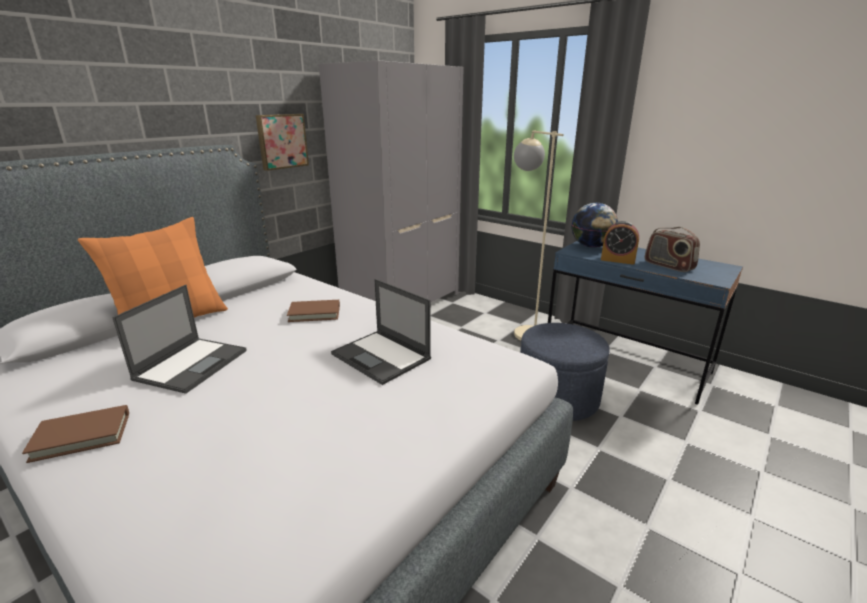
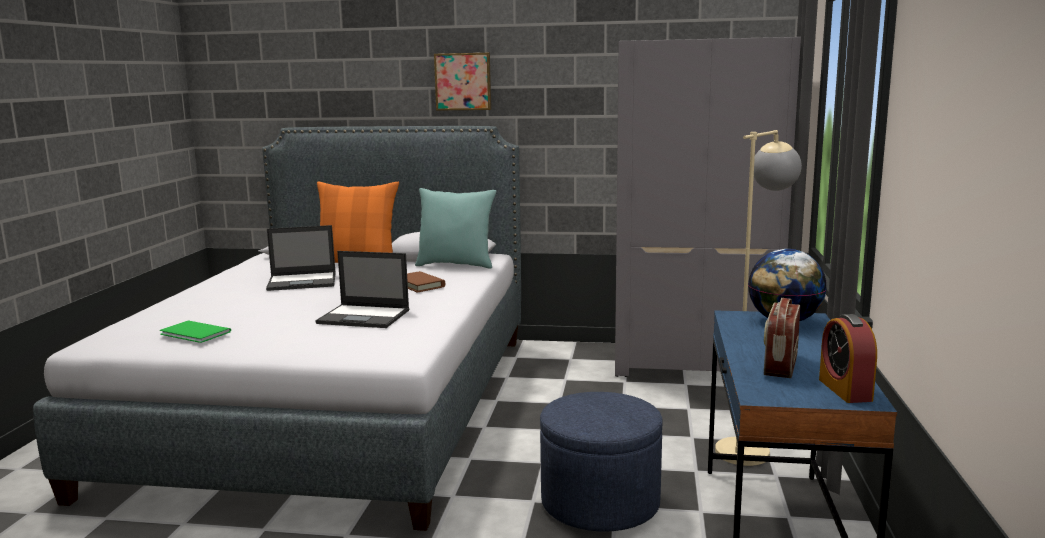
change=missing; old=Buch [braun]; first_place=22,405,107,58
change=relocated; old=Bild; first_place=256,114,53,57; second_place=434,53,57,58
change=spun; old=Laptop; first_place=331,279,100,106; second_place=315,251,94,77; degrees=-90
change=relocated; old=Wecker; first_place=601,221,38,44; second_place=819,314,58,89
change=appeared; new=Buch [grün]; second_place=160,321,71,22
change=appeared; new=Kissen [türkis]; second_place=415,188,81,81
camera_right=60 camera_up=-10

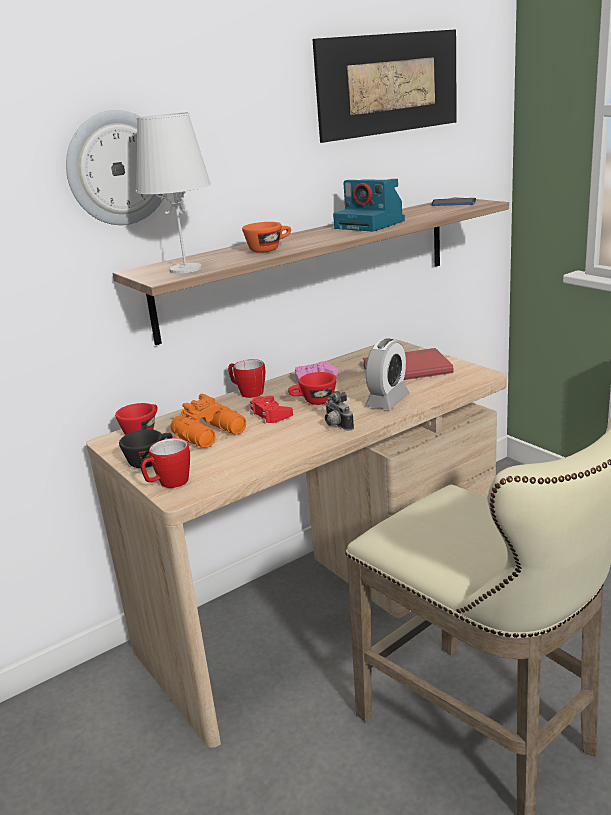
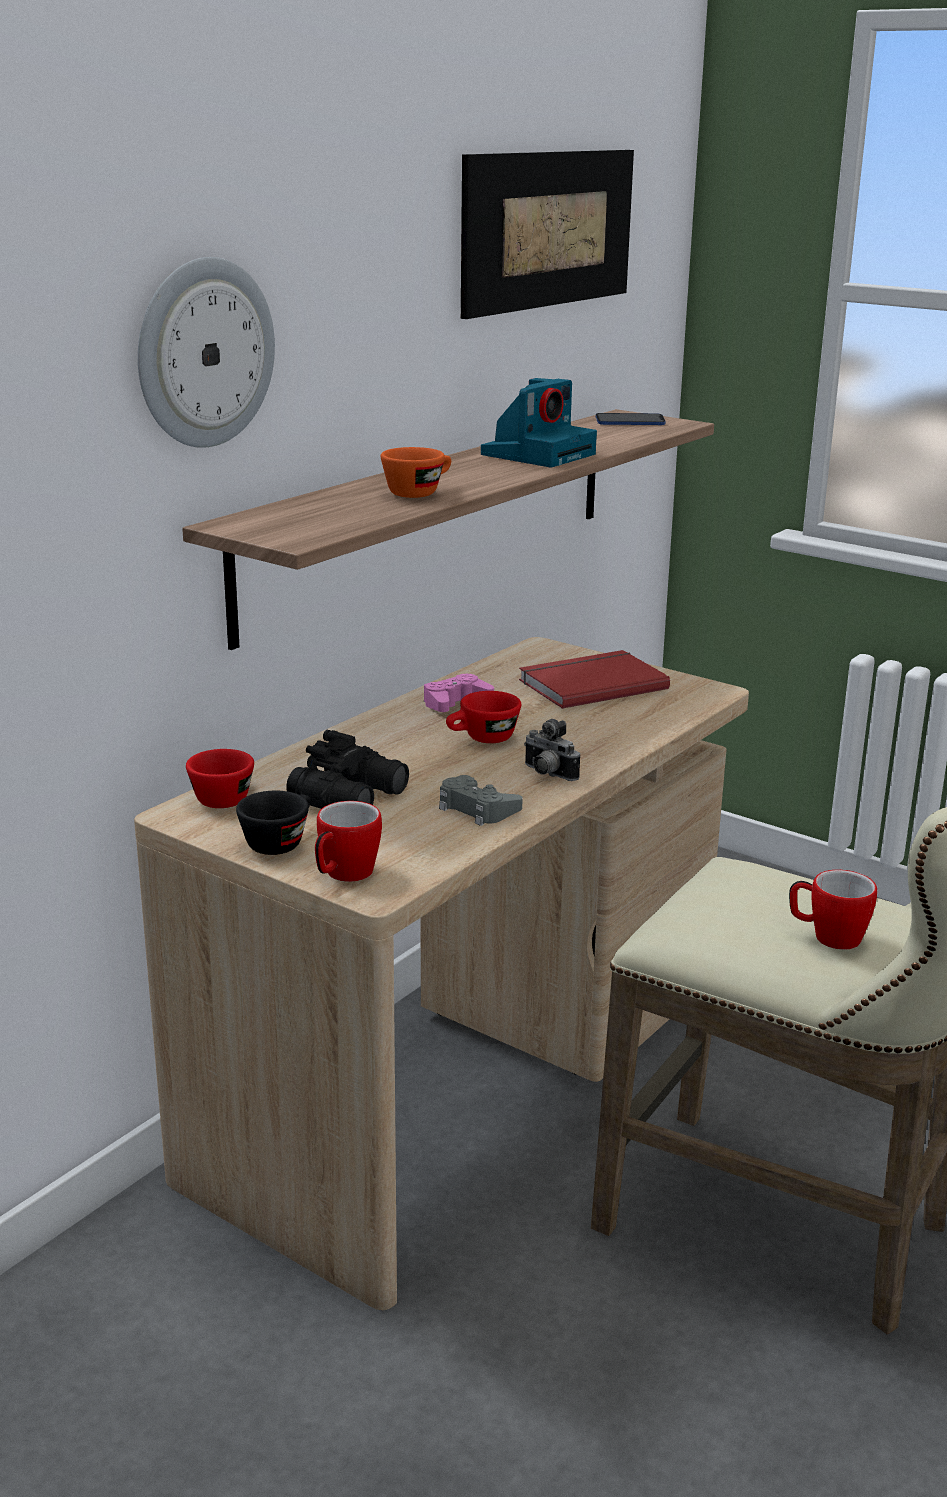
change=missing; old=Tischlampe [weiß]; first_place=136,112,75,161
change=colour; old=Fernglas [orange]; new=Fernglas [schwarz]; first_place=171,394,75,54; second_place=286,730,123,79
change=relocated; old=Henkelbecher; first_place=228,359,37,39; second_place=789,870,88,80
change=missing; old=Gamepad [rot]; first_place=250,396,43,28
change=spun; old=Kamera; first_place=333,179,72,53; second_place=481,378,116,89; degrees=-75
change=missing; old=Wecker; first_place=365,338,44,71
change=appeared; new=Gamepad [grau]; second_place=439,775,84,51
camera_right=-20 camera_up=0

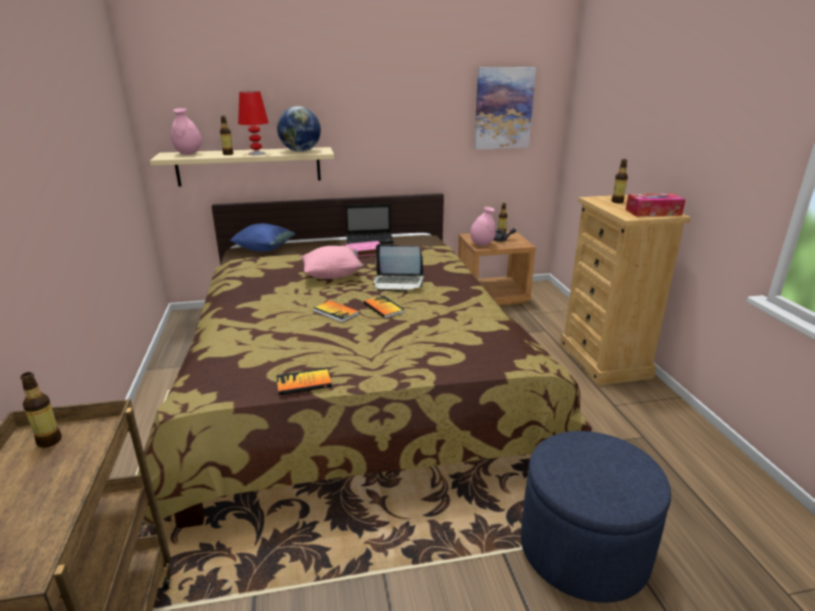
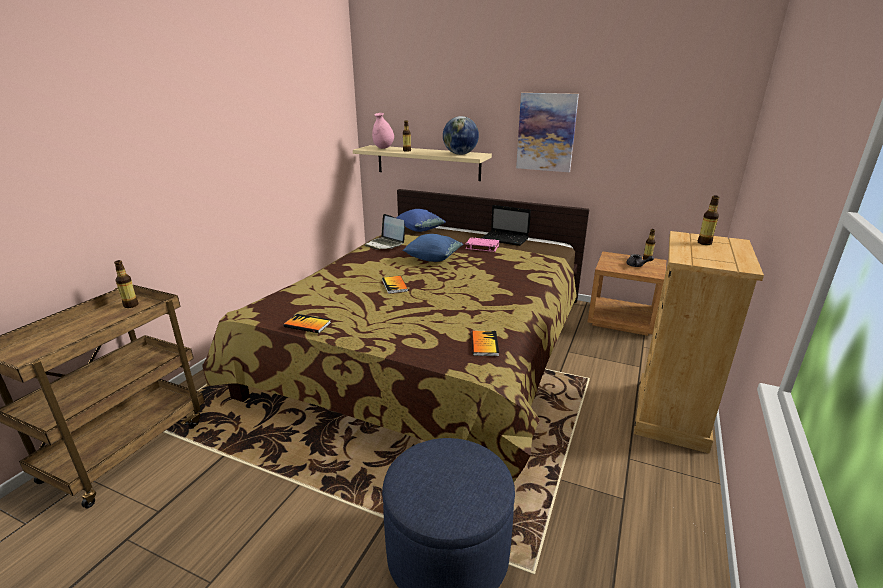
change=missing; old=Tischlampe [rot]; first_place=238,91,31,64
change=colour; old=Kissen [rosa]; new=Kissen [blau]; first_place=301,246,62,33; second_place=403,234,60,28
change=relocated; old=Buch; first_place=364,295,41,23; second_place=472,331,27,25
change=relocated; old=Laptop; first_place=374,244,50,48; second_place=365,214,40,36
change=missing; old=Vase [rosa]; first_place=470,207,26,39
change=relocated; old=Bild; first_place=474,67,62,82; second_place=516,93,63,79
change=missing; old=Taschentuchbox; first_place=625,193,61,24
camera_right=35 camera_up=0

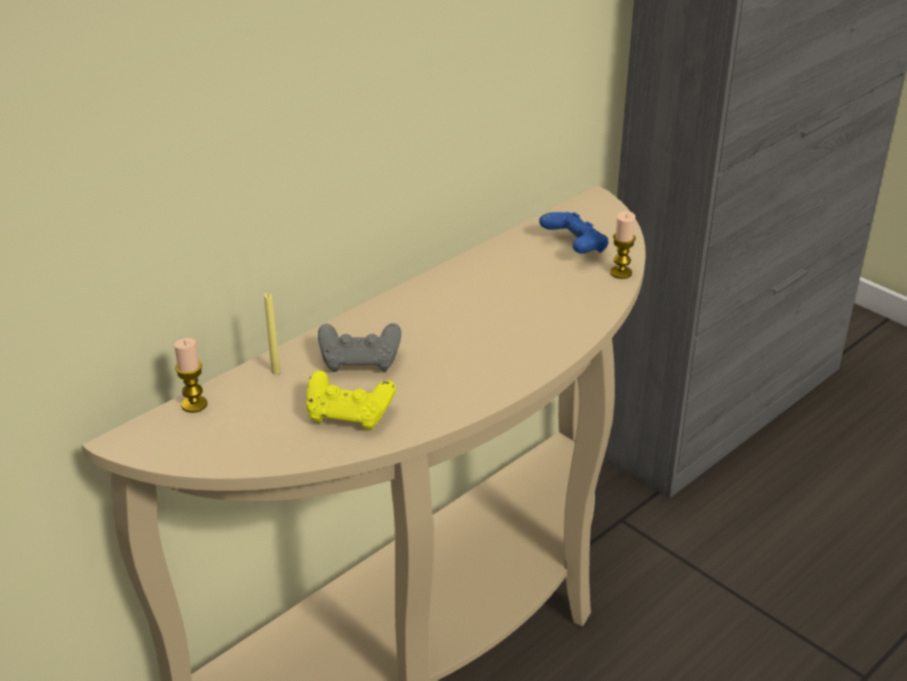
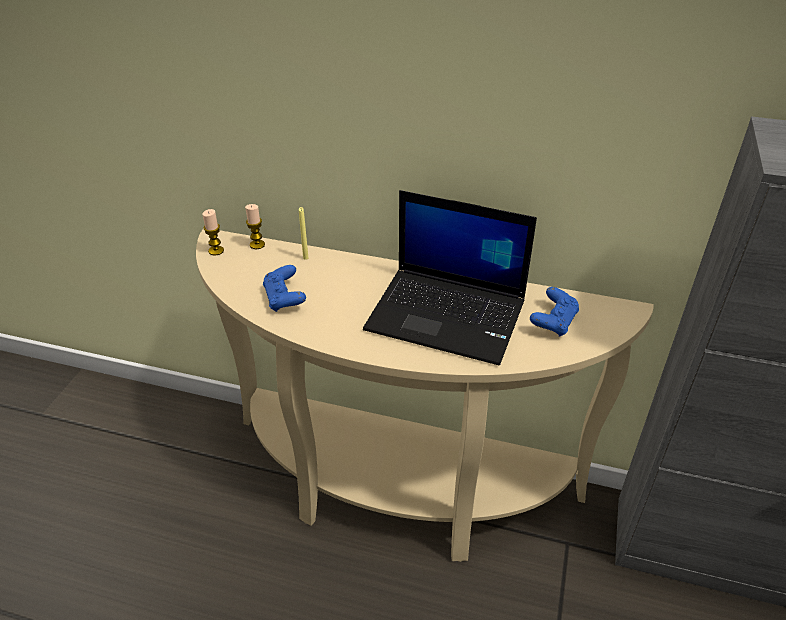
change=colour; old=Gamepad [gelb]; new=Gamepad [blau]; first_place=307,370,89,60; second_place=263,265,43,47
change=missing; old=Gamepad [grau]; first_place=318,323,83,49
change=relocated; old=Kerze; first_place=610,211,26,68; second_place=202,209,22,47
change=appeared; new=Laptop; second_place=363,190,174,175
camera_right=60 camera_up=5

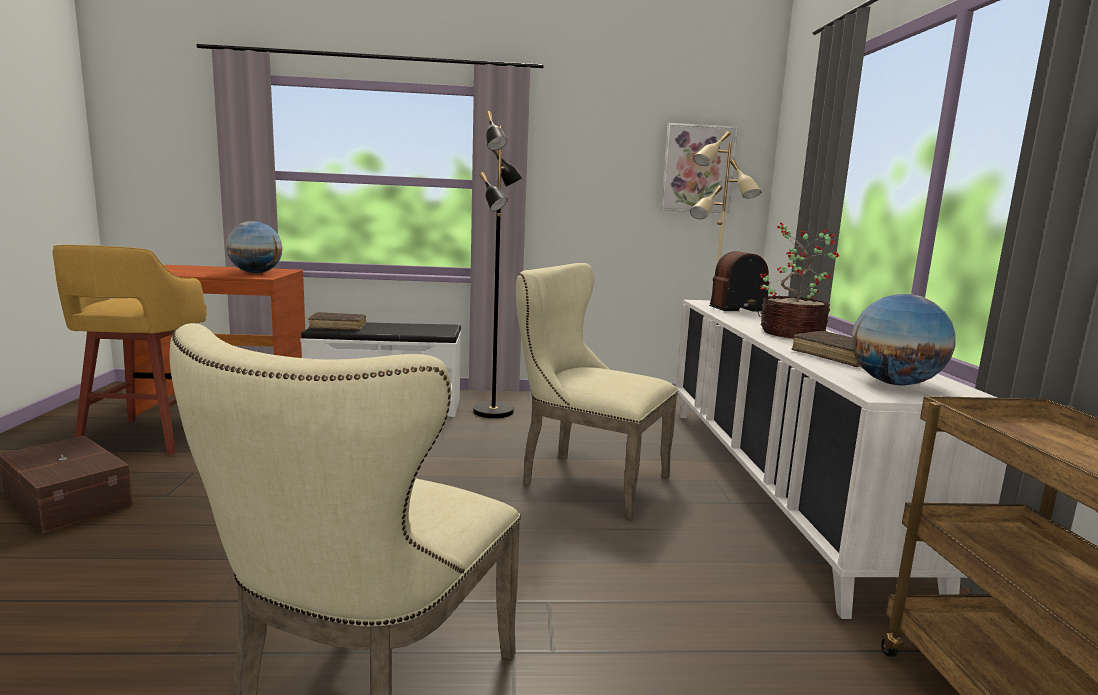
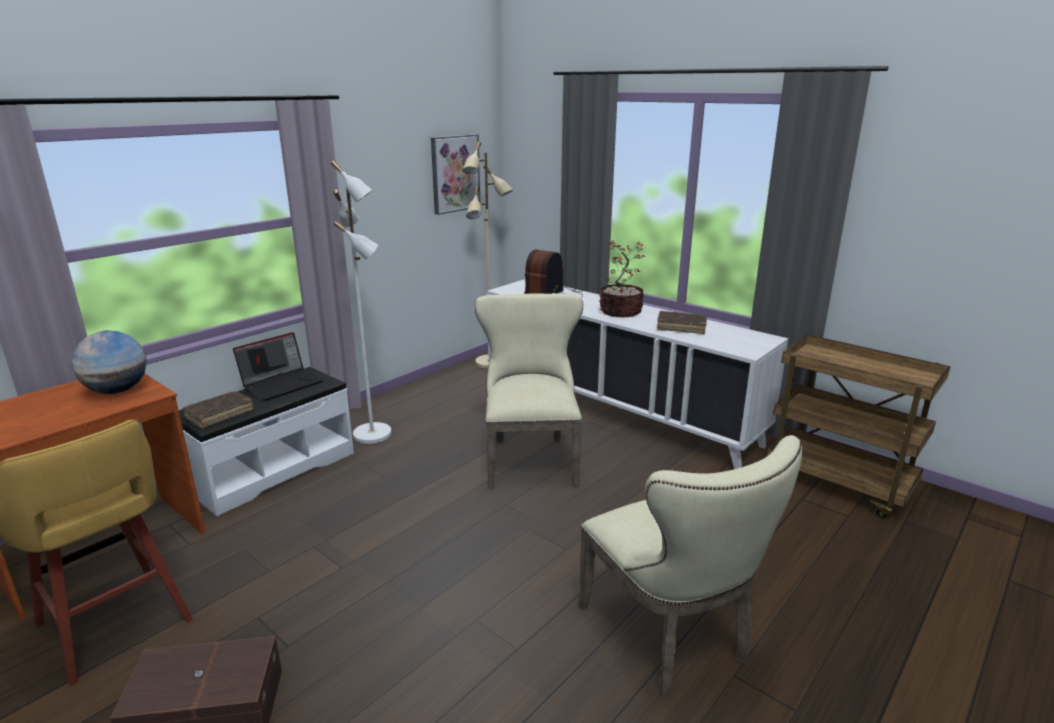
change=colour; old=Stehlampe [schwarz]; new=Stehlampe [weiß]; first_place=473,111,50,307; second_place=331,160,61,284
change=spun; old=Stuhl [beige]; first_place=516,263,162,257; second_place=475,294,108,195; degrees=105
change=missing; old=Globus; first_place=852,294,104,92
change=appeared; new=Laptop; second_place=233,332,90,69
camera_right=-45 camera_up=10

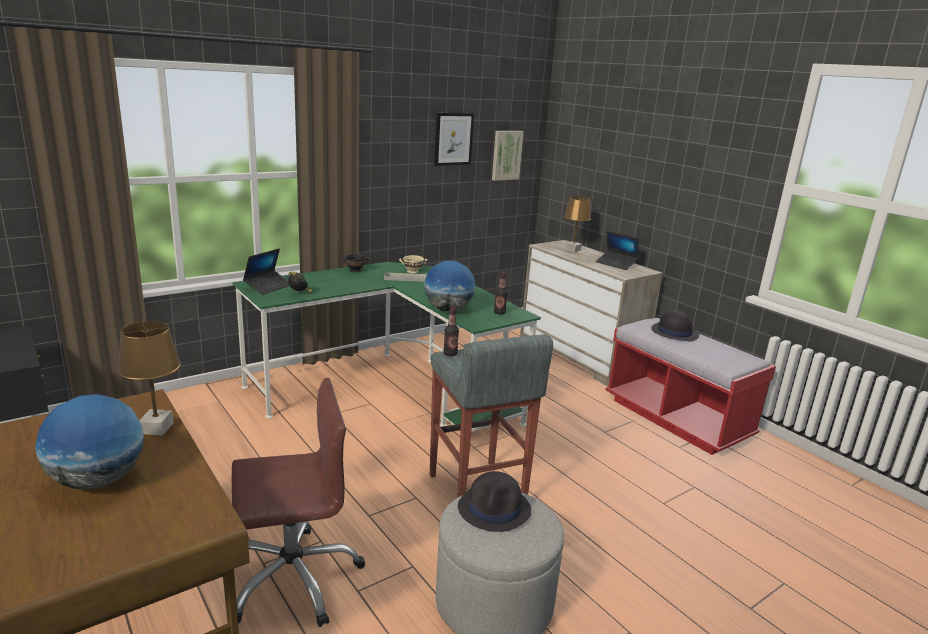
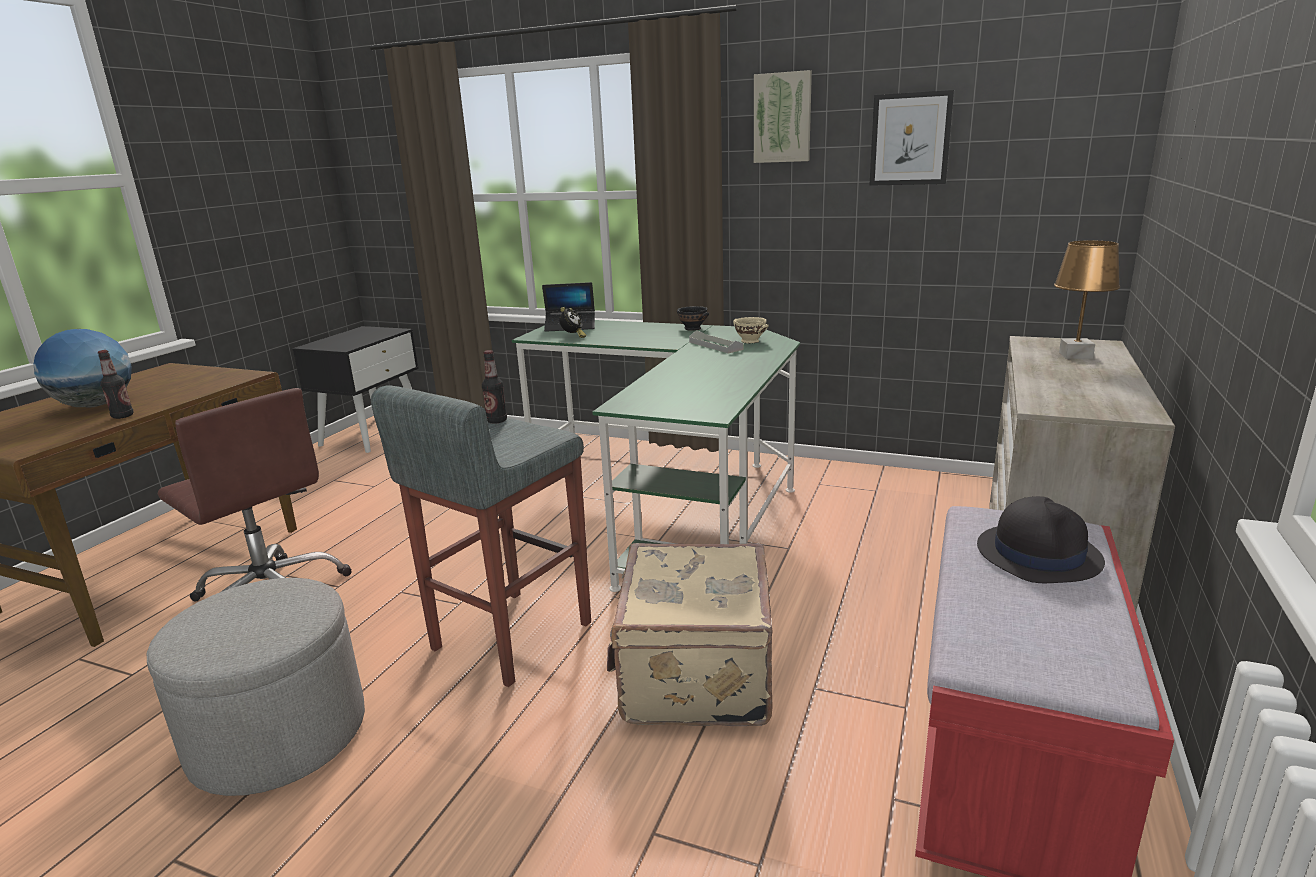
change=missing; old=Tischlampe [braun]; first_place=117,321,64,114
change=missing; old=Globus; first_place=424,261,51,51
change=missing; old=Hut [schwarz]; first_place=458,471,73,61
change=relocated; old=Bild; first_place=492,131,31,50; second_place=754,70,58,93
change=relocated; old=Flasche; first_place=494,272,14,42; second_place=98,350,36,69
change=missing; old=Laptop; first_place=596,231,43,39
change=appeared; new=Koffer [beige]; second_place=607,543,166,183
camera_right=60 camera_up=0

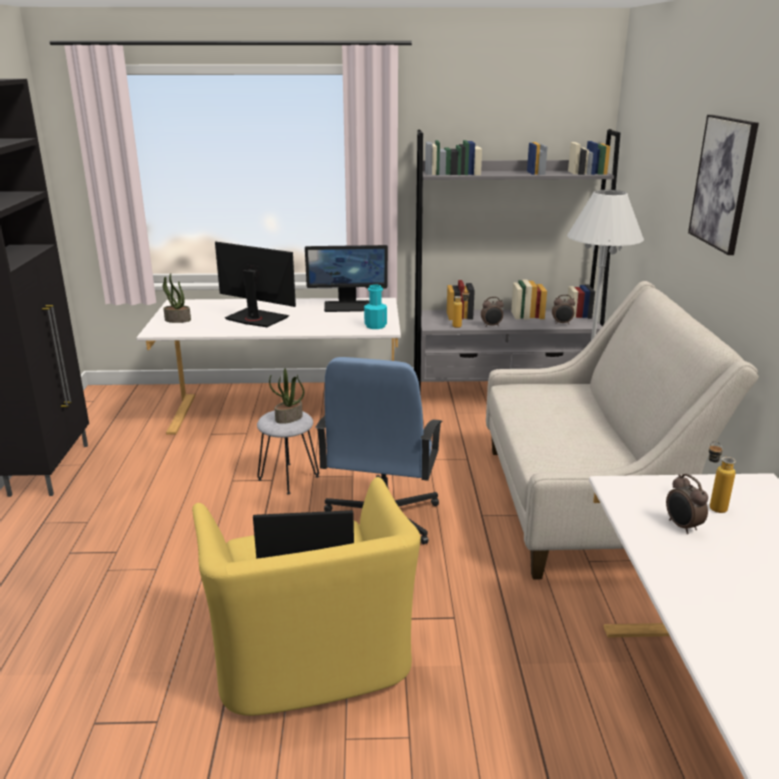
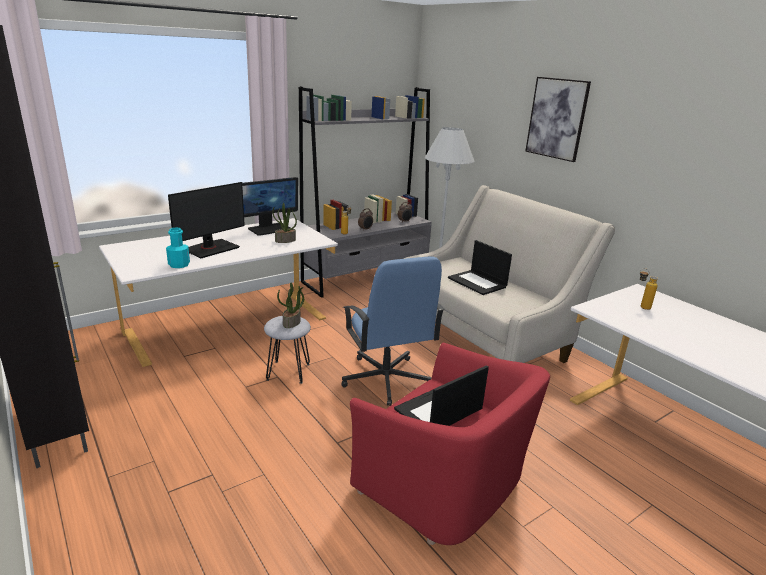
change=relocated; old=Topfpflanze; first_place=163,273,28,50; second_place=272,203,25,40
change=colour; old=Sessel [gelb]; new=Sessel [rot]; first_place=192,477,229,239; second_place=350,343,200,202
change=spun; old=Monitor; first_place=215,241,81,86; second_place=168,182,77,76; degrees=135
change=relocated; old=Flasche [türkis]; first_place=364,285,23,44; second_place=166,227,24,41
change=missing; old=Wecker; first_place=666,474,42,60
change=appeared; new=Laptop; second_place=448,240,64,55
camera_right=-35 camera_up=0

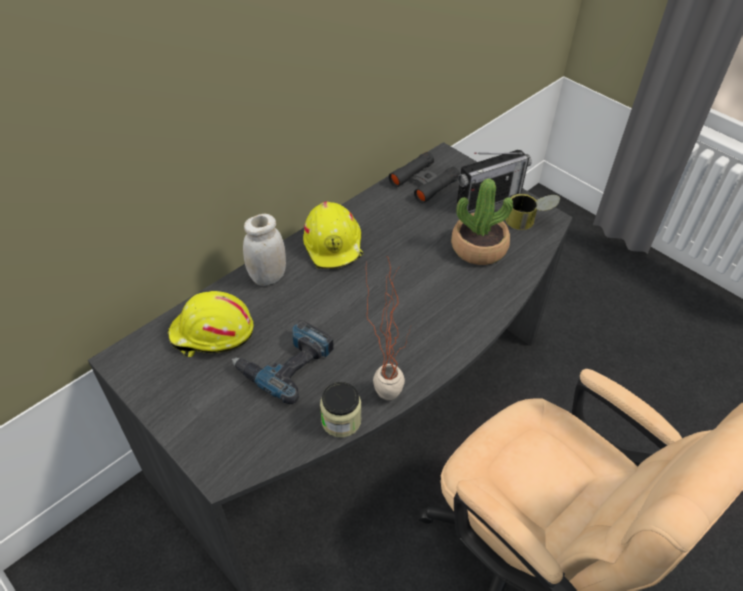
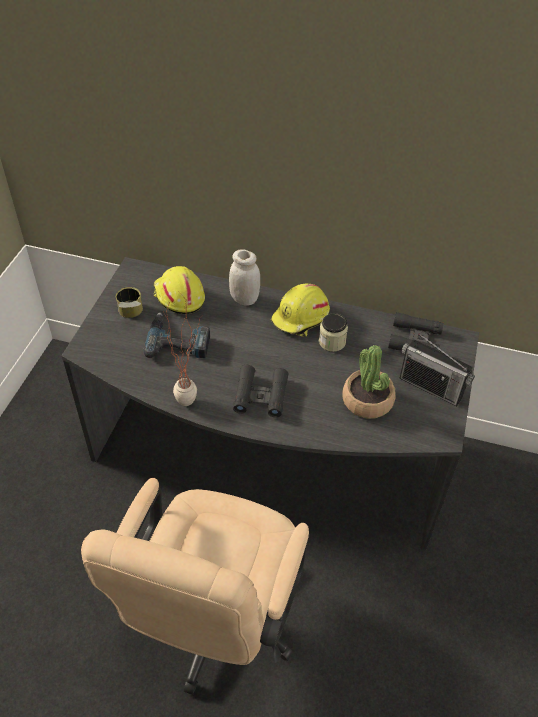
change=relocated; old=Vorratsglas; first_place=320,382,41,56; second_place=319,313,29,39
change=relocated; old=Dose; first_place=505,194,55,36; second_place=116,287,27,31
change=appeared; new=Fernglas [schwarz]; second_place=233,364,55,54
camera_right=60 camera_up=0

